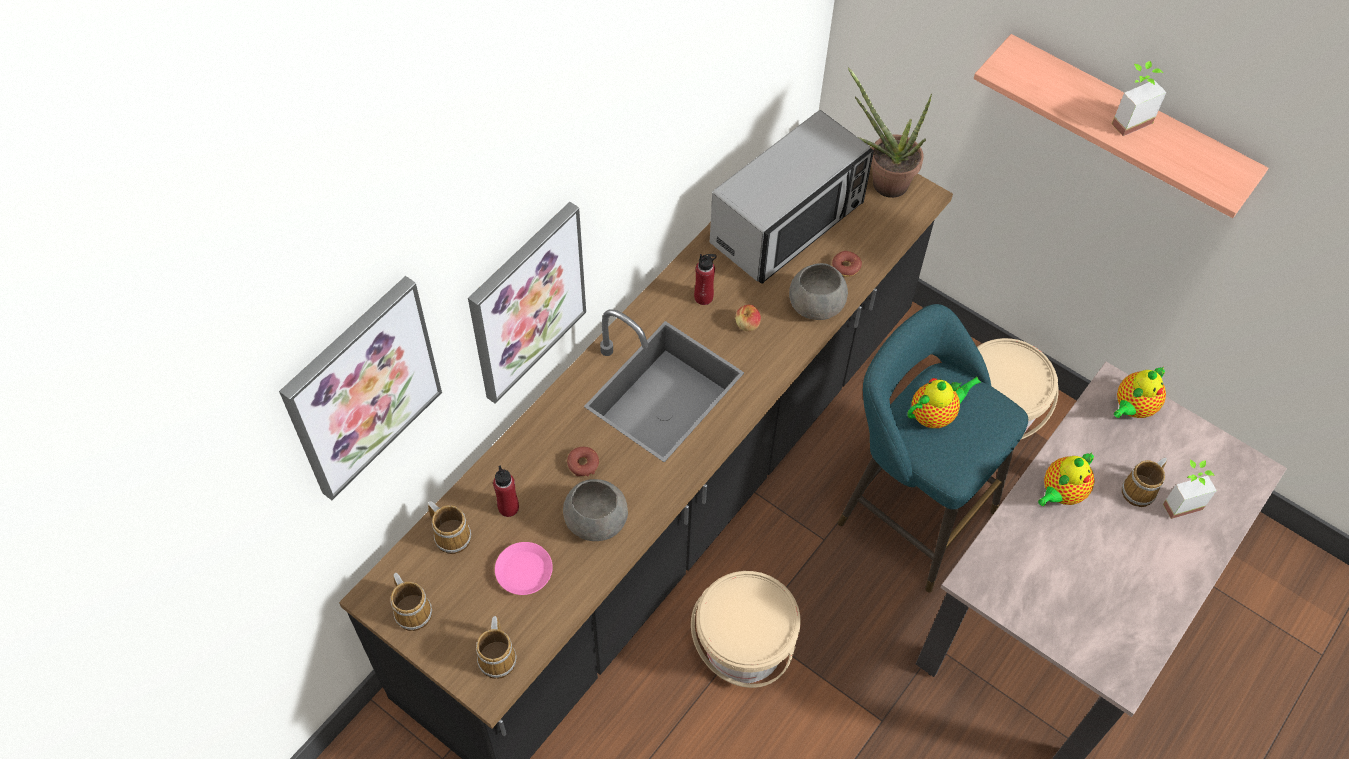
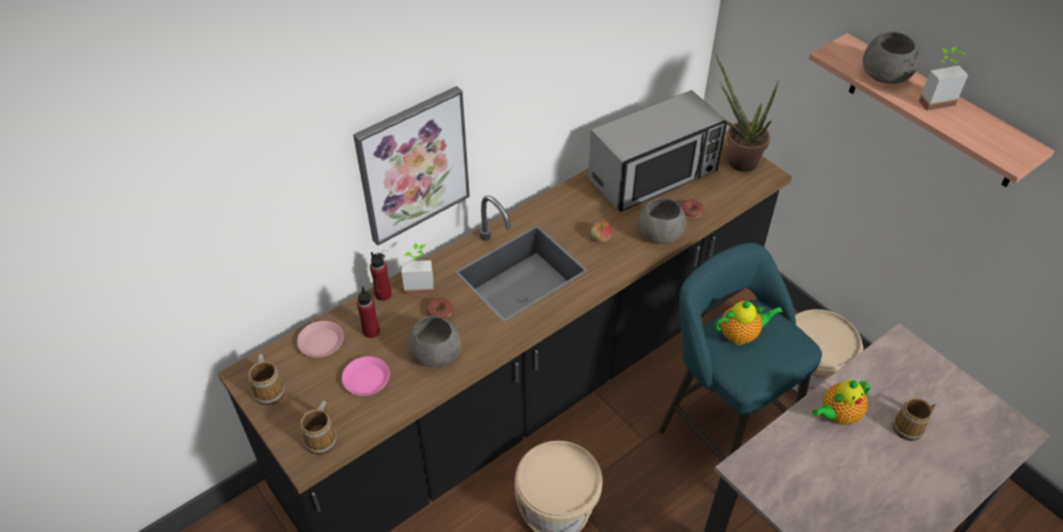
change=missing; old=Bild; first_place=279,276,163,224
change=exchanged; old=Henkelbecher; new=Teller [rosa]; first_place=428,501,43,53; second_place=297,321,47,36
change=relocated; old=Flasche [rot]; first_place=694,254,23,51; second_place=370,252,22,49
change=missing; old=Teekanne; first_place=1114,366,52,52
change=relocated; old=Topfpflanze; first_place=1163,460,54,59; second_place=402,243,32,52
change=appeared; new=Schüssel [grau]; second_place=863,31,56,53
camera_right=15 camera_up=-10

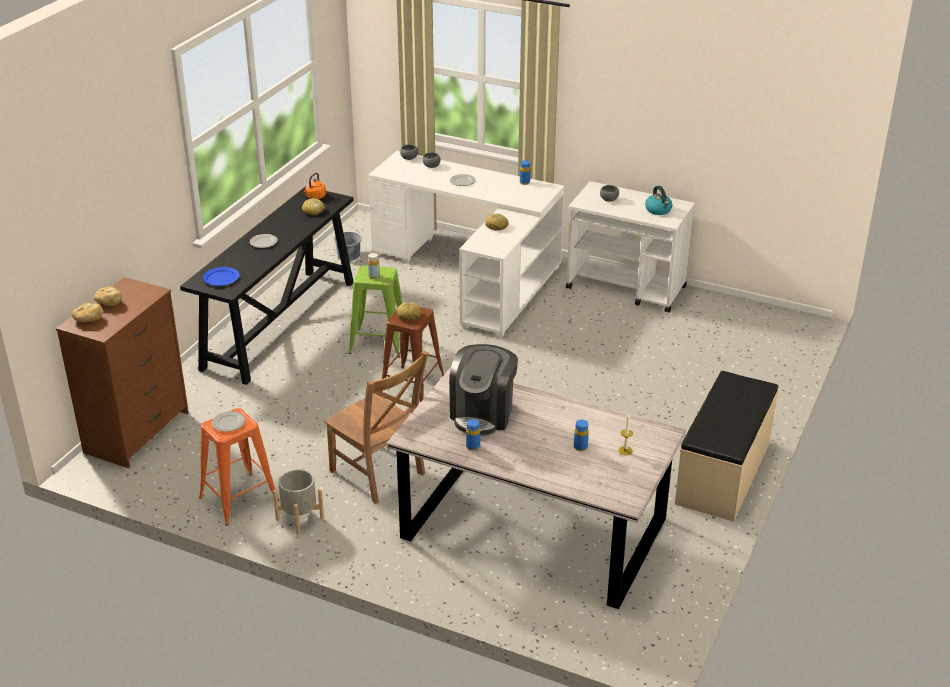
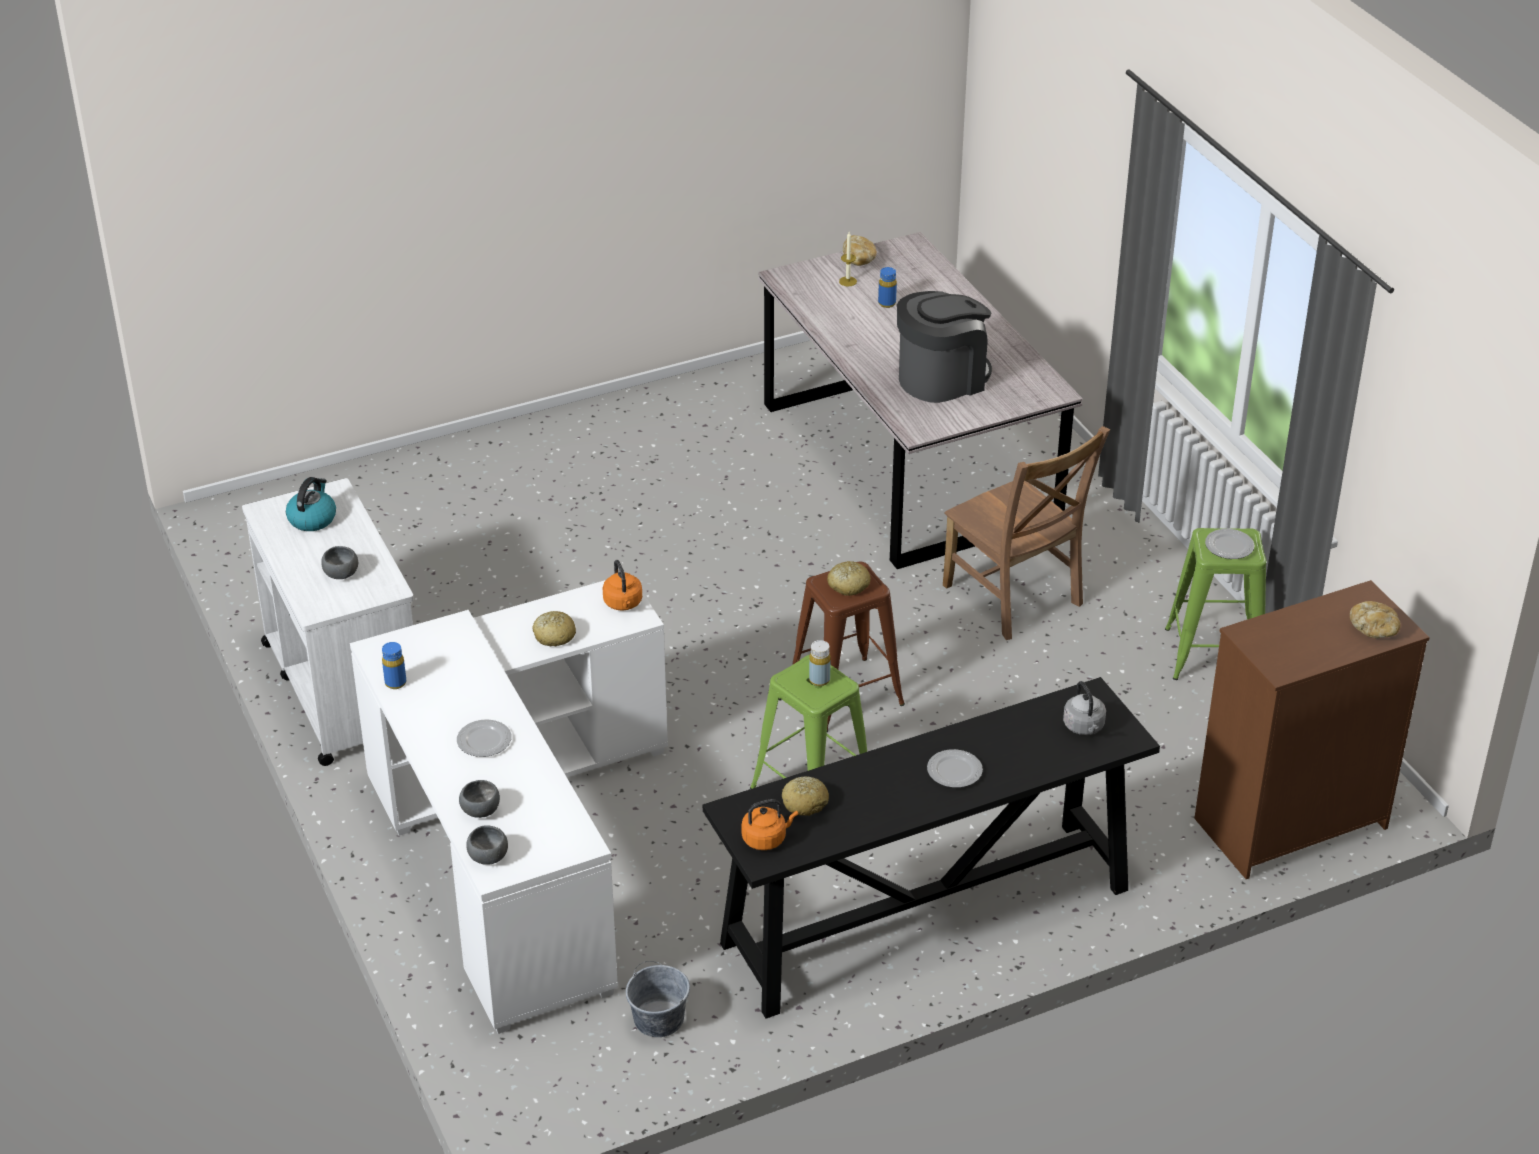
change=relocated; old=Brot; first_place=94,287,28,19; second_place=843,235,34,31
change=colour; old=Hocker [orange]; new=Hocker [grün]; first_place=199,408,80,117; second_place=1165,528,101,152
change=exchanged; old=Teller [blau]; new=Wasserkessel [grau]; first_place=203,267,37,19; second_place=1063,681,43,54
change=missing; old=Pflanzkübel [grau]; first_place=273,469,51,66
change=spun; old=Stuhl [braun]; first_place=324,351,105,153; second_place=943,426,167,214; degrees=150
change=missing; old=Flasche [blau]; first_place=466,419,14,32
change=missing; old=Bank [beige]; first_place=675,371,104,151
change=appeared; new=Wasserkessel [orange]; second_place=603,560,39,51
camera_right=-140 camera_up=5

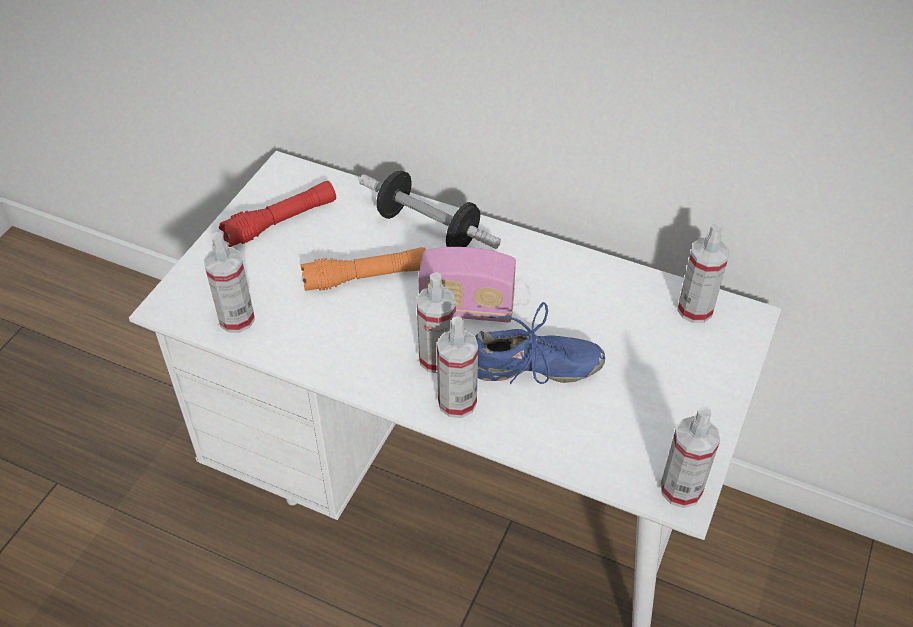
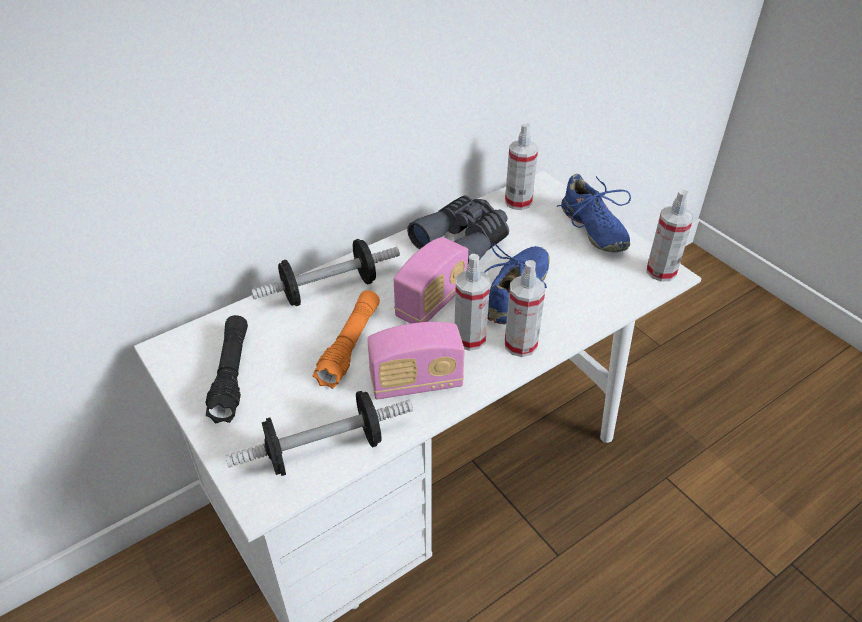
change=exchanged; old=Sprühflasche; new=Hantel; first_place=204,232,51,101; second_place=225,391,188,85
change=colour; old=Taschenlampe [rot]; new=Taschenlampe [schwarz]; first_place=219,181,117,66; second_place=205,315,43,108
change=appeared; new=Radio; second_place=367,322,98,77
change=appeared; new=Fernglas [grau]; second_place=407,195,102,68
change=appeared; new=Schuh [blau]; second_place=556,174,75,79
camera_right=-60 camera_up=-5

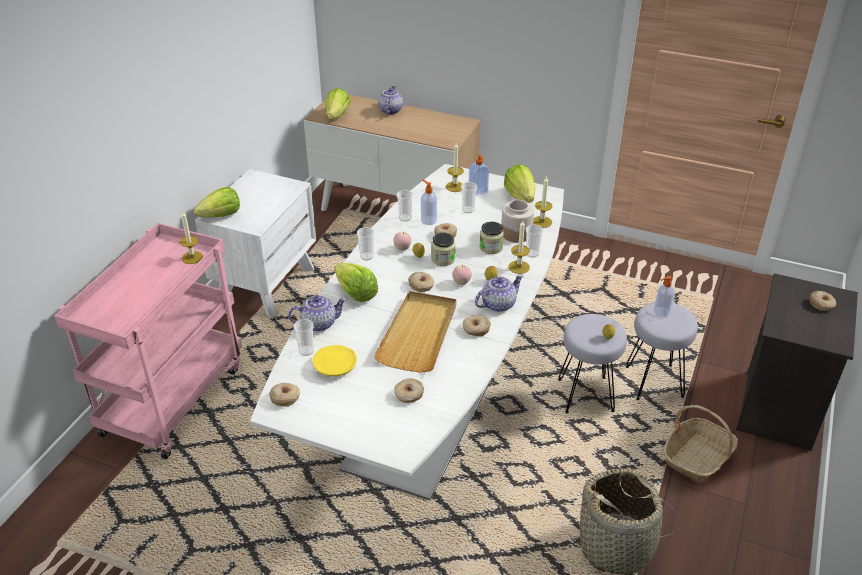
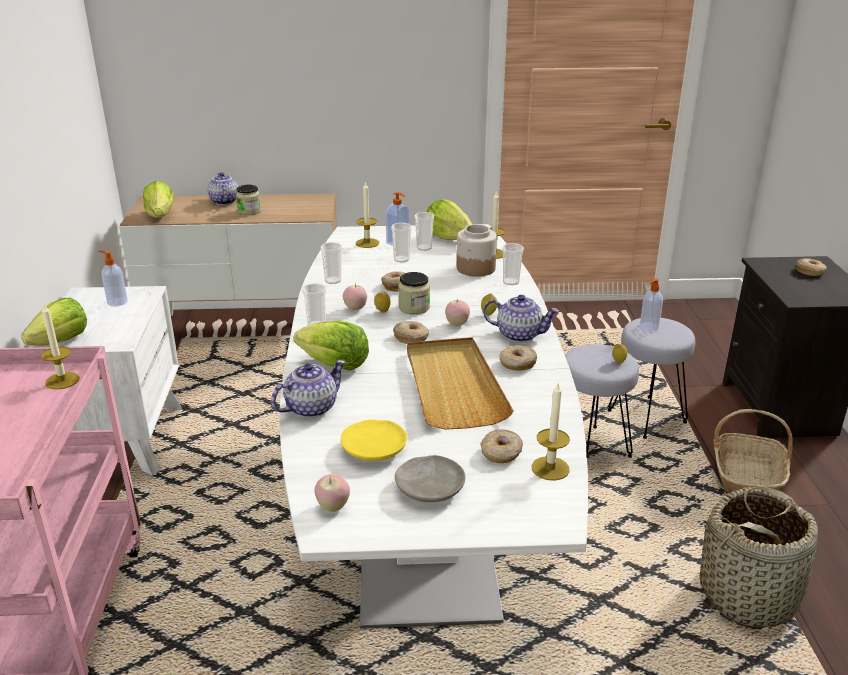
change=exchanged; old=Donut; new=Apfel; first_place=269,383,31,24; second_place=314,474,36,38
change=relocated; old=Tasse; first_place=294,319,20,37; second_place=414,212,20,39
change=relocated; old=Seifenspender; first_place=421,180,16,45; second_place=98,250,30,56
change=spun; old=Teekanne; first_place=475,274,48,38; second_place=483,295,76,47; degrees=75
change=relocated; old=Vorratsglas; first_place=479,222,25,32; second_place=236,185,25,30
change=relocated; old=Kerze; first_place=508,220,22,54; second_place=532,381,38,100
change=appeared; new=Teller [beige]; second_place=395,455,70,47
camera_right=-25 camera_up=-10

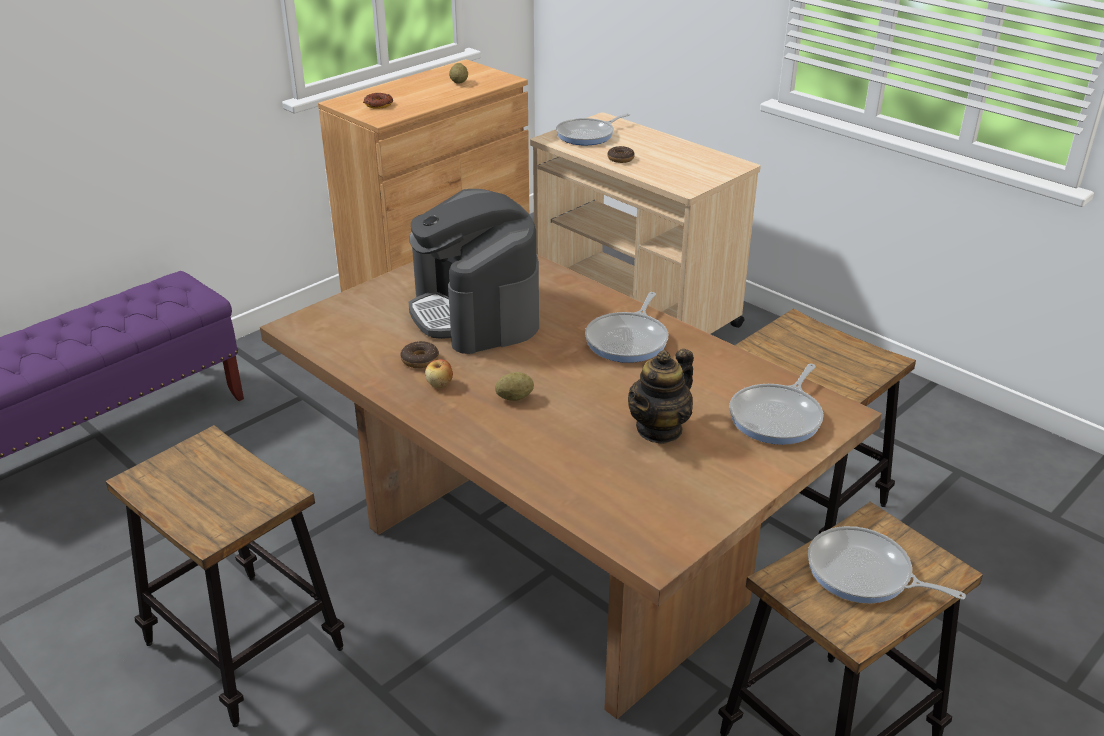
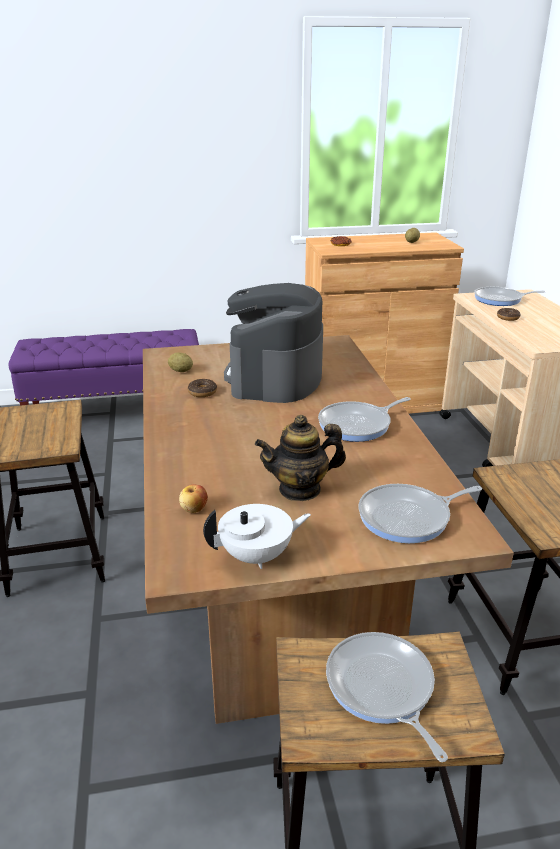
change=relocated; old=Apfel; first_place=425,359,28,29; second_place=179,484,29,29
change=relocated; old=Kartoffel; first_place=495,372,39,29; second_place=168,352,25,20
change=appeared; new=Teekanne [weiß]; second_place=203,504,108,65
camera_right=35 camera_up=-5

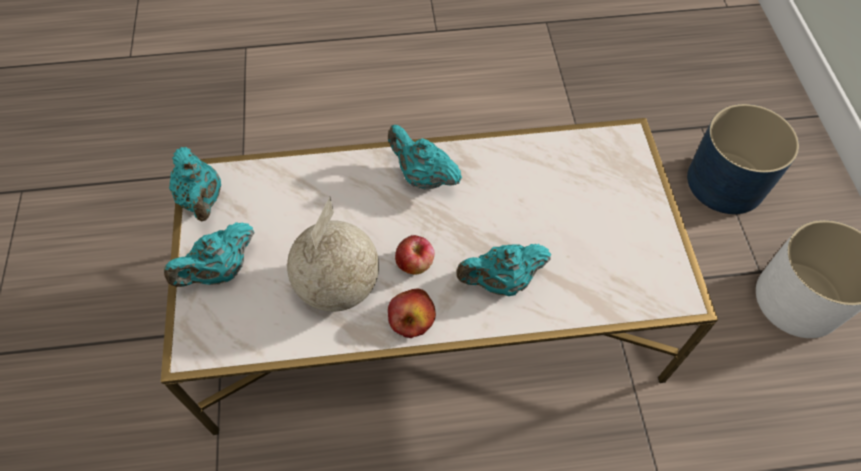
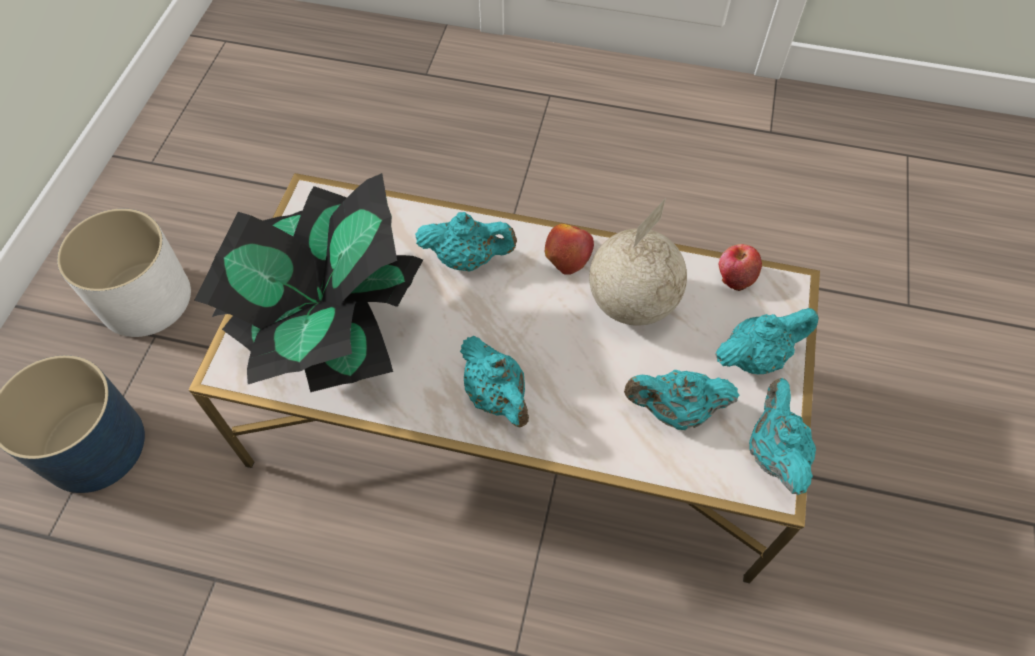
change=relocated; old=Apfel; first_place=395,235,39,40; second_place=719,244,43,47
change=appeared; new=Topfpflanze; second_place=194,173,229,219
change=appeared; new=Teekanne [türkis]; second_place=624,370,115,60
camera_right=-160 camera_up=0

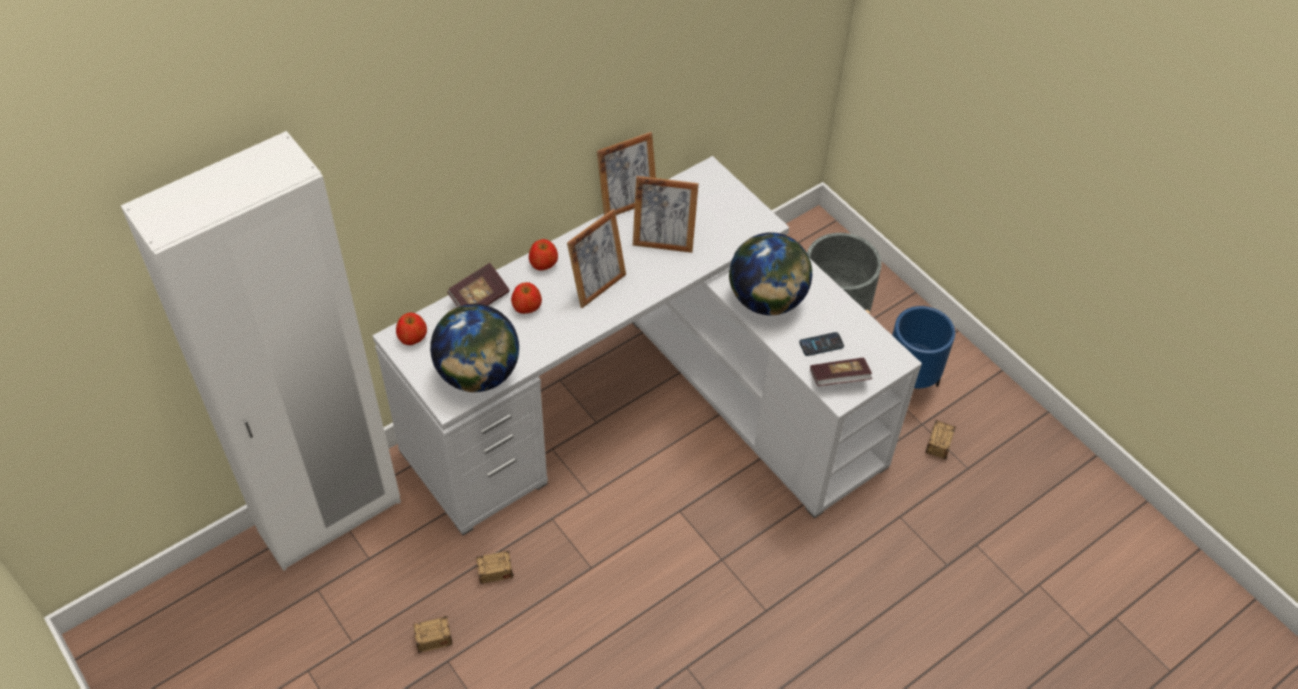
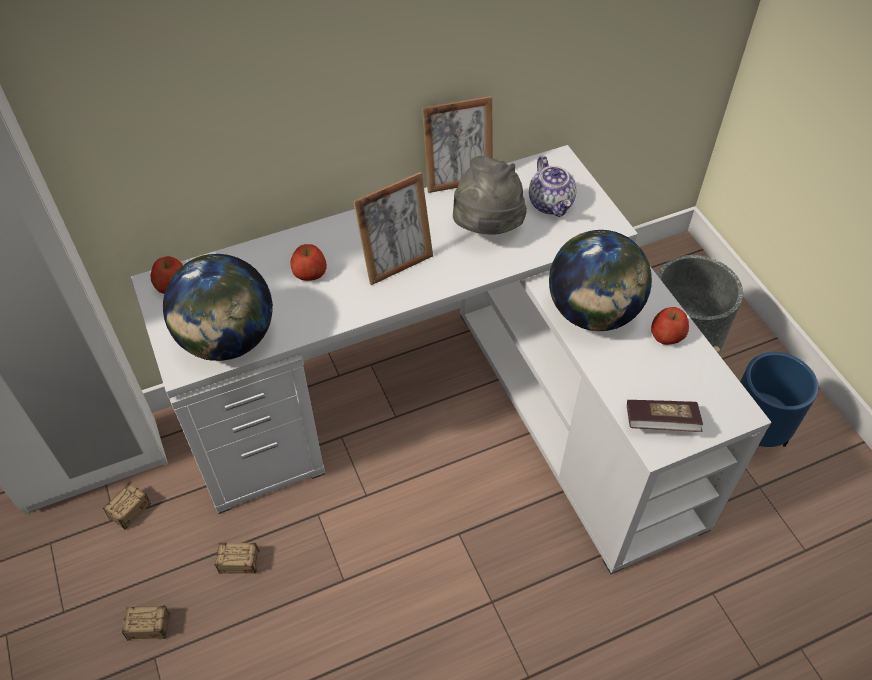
change=missing; old=Buch; first_place=447,263,63,44
change=relocated; old=Apfel; first_place=529,239,29,32; second_place=651,307,38,38
change=exchanged; old=Bilderrahmen; new=Hut [grau]; first_place=633,176,66,77; second_place=453,156,74,79
change=missing; old=Handy; first_place=799,332,45,24
change=relocated; old=Aufbewahrungsbox; first_place=925,420,30,42; second_place=65,482,86,57
change=appeared; new=Teekanne; second_place=529,156,48,61
camera_right=15 camera_up=0

